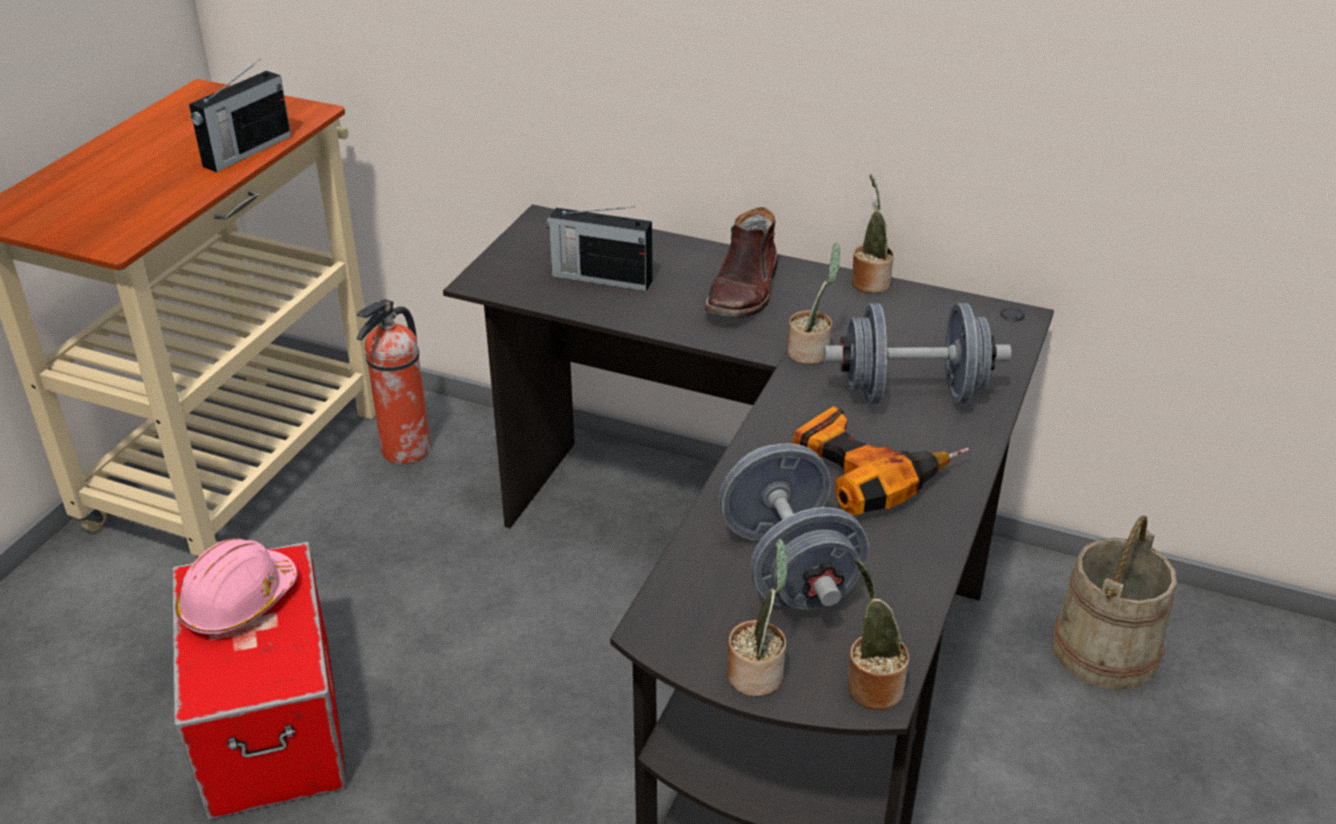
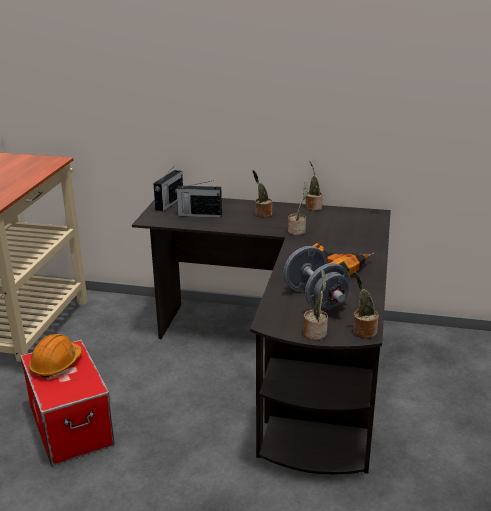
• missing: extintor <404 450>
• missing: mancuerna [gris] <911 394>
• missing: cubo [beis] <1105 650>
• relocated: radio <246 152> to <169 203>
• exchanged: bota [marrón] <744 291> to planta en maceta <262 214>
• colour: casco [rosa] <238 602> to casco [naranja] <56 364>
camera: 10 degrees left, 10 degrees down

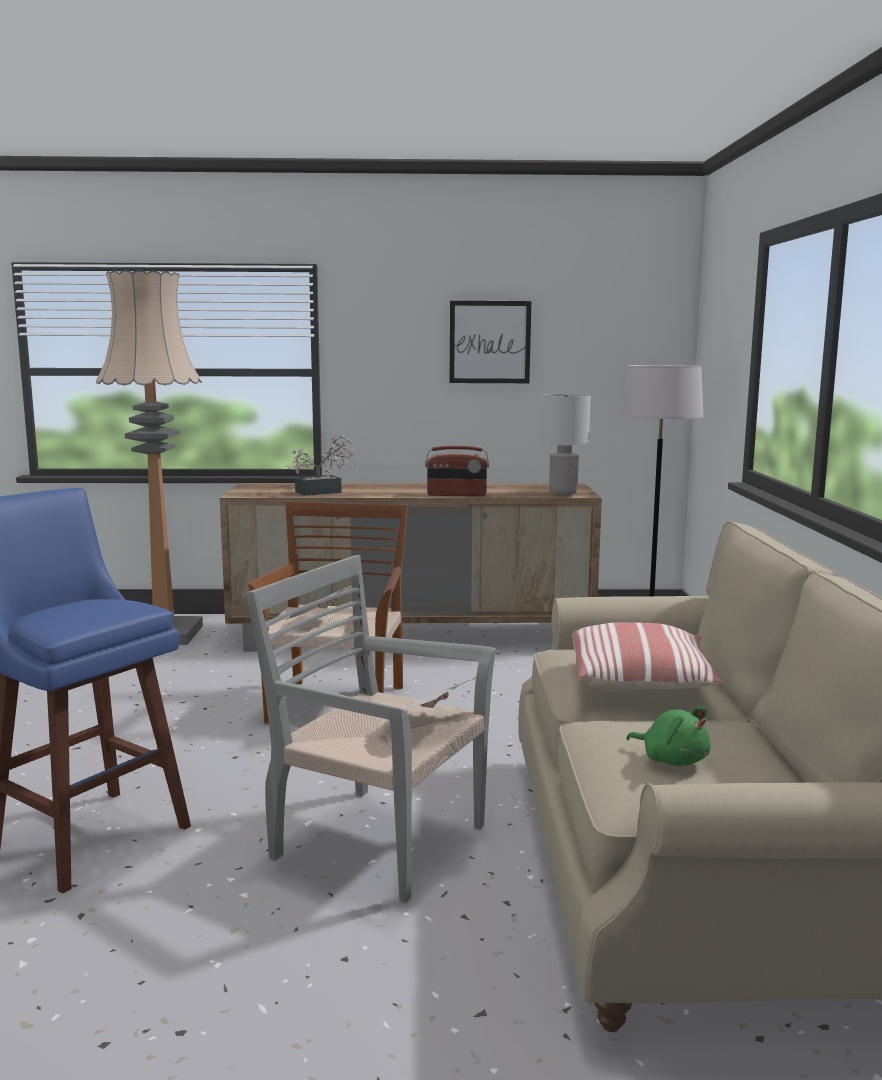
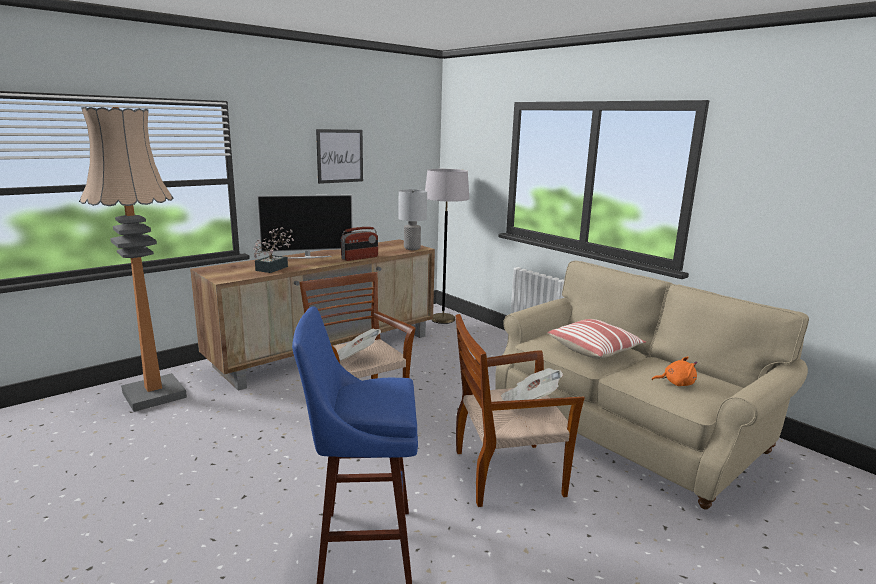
• appeared: televisor <308 257>
• colour: sillón [gris] <378 840> to sillón [marrón] <506 473>
• colour: peluche [verde] <672 760> to peluche [naranja] <676 383>
camera: 40 degrees left, 5 degrees up

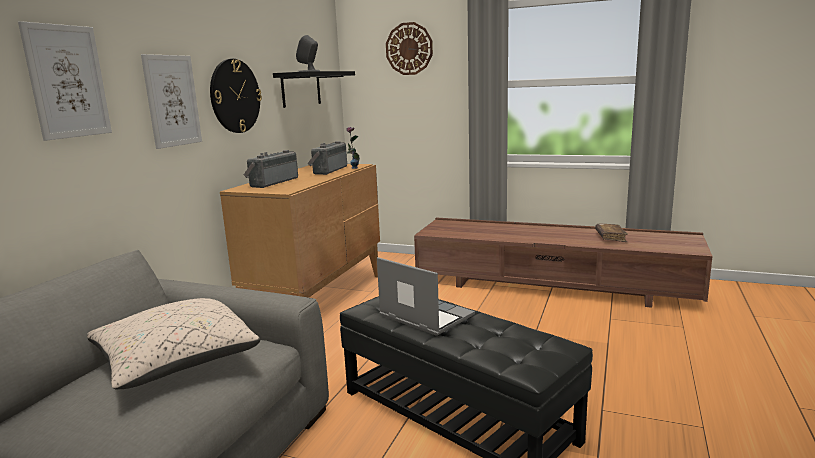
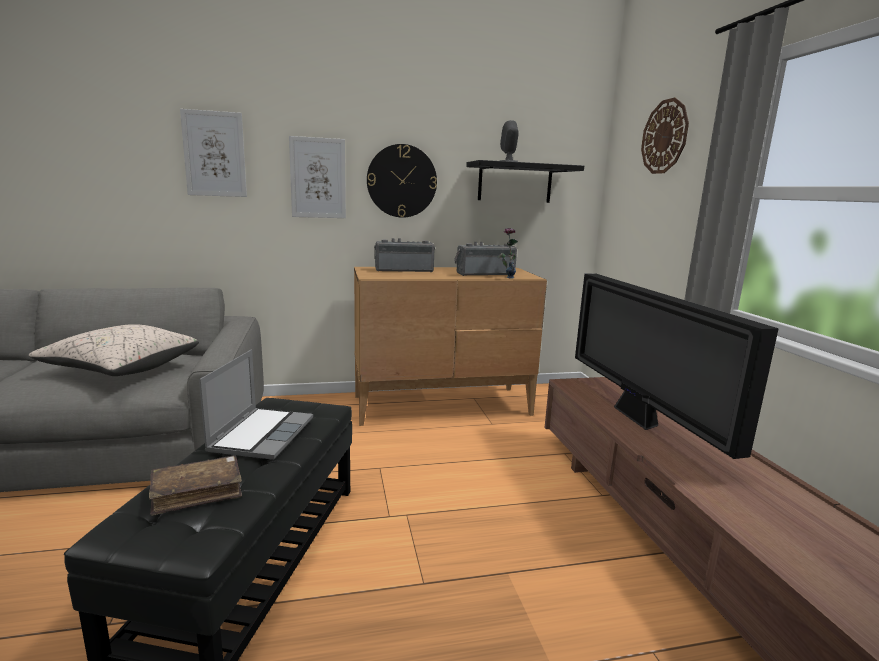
• appeared: televisor <637 419>
• relocated: libro [marrón] <610 237> to <197 492>
camera: 55 degrees right, 0 degrees up

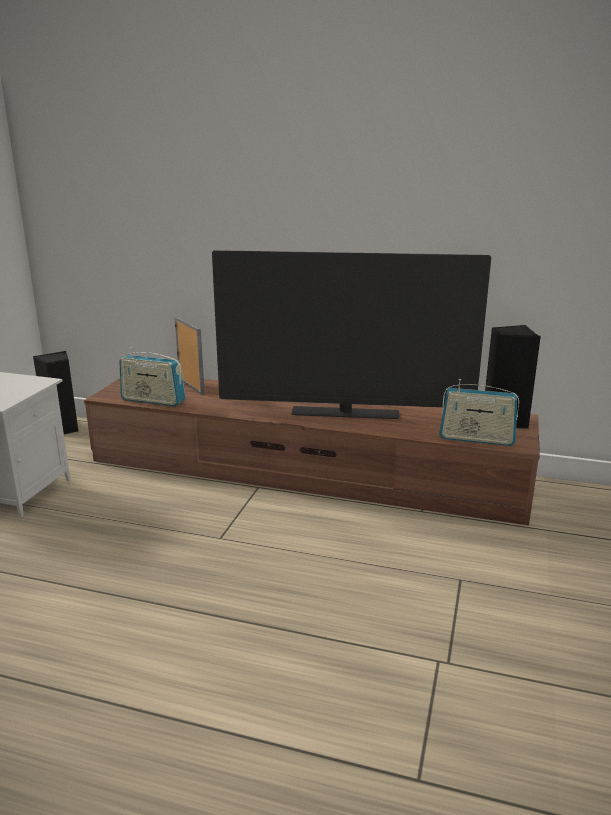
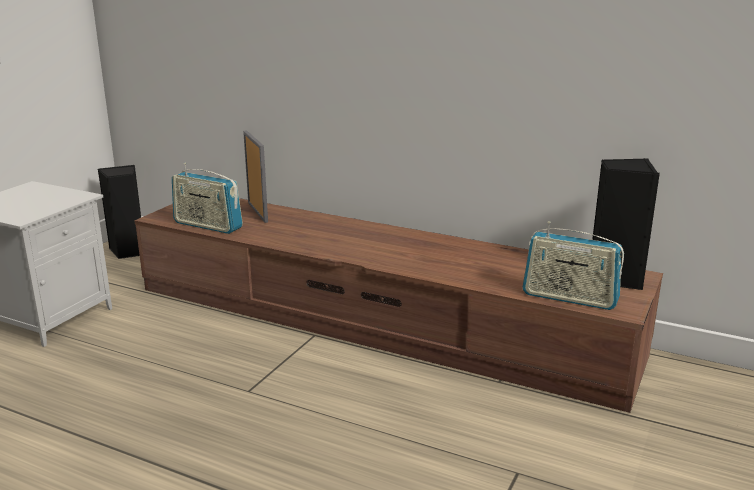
• missing: televisor <345 414>
camera: 10 degrees right, 0 degrees up

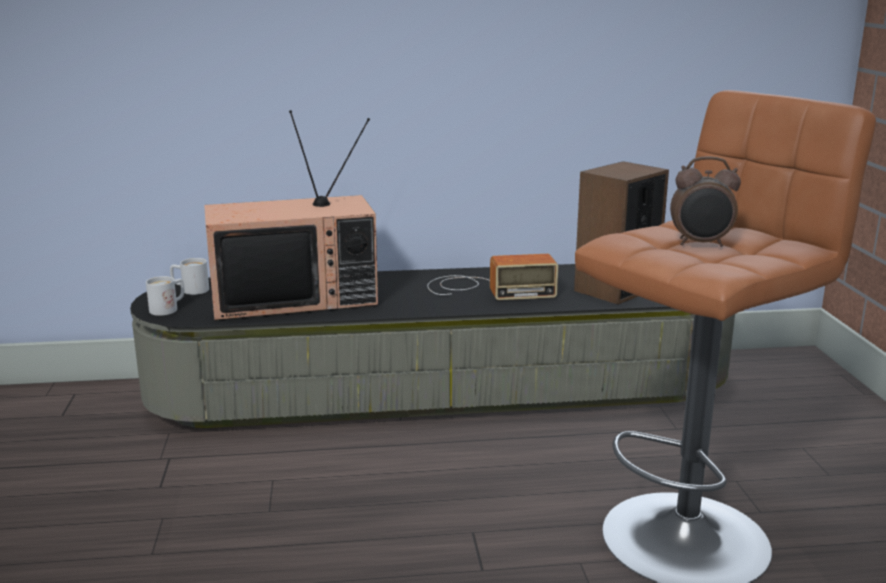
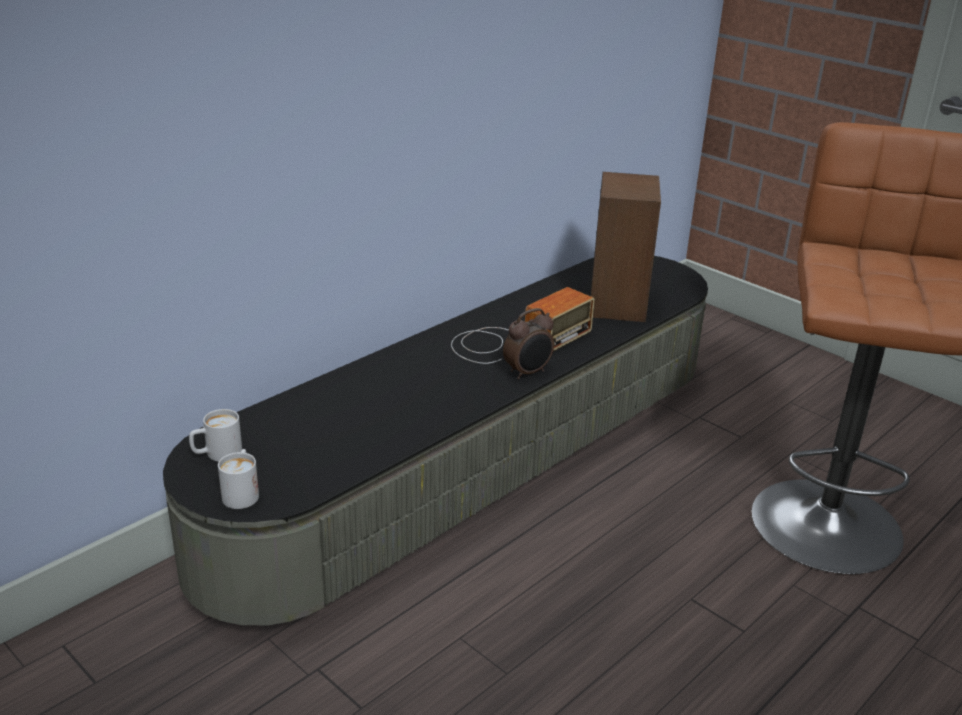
• missing: televisor <296 298>
• relocated: despertador <701 244> to <528 373>
camera: 40 degrees left, 10 degrees up

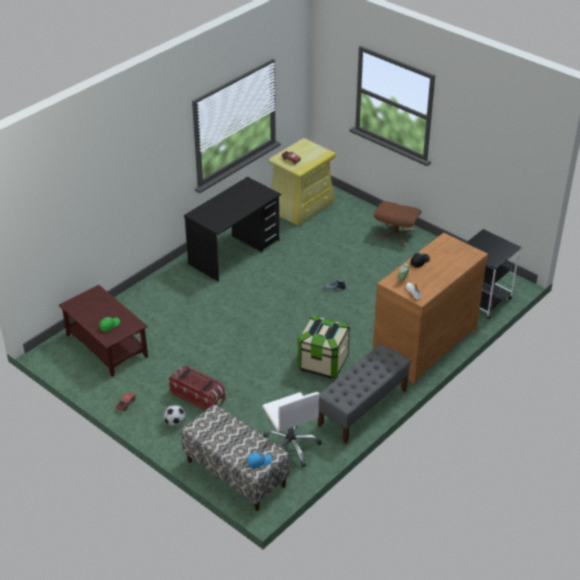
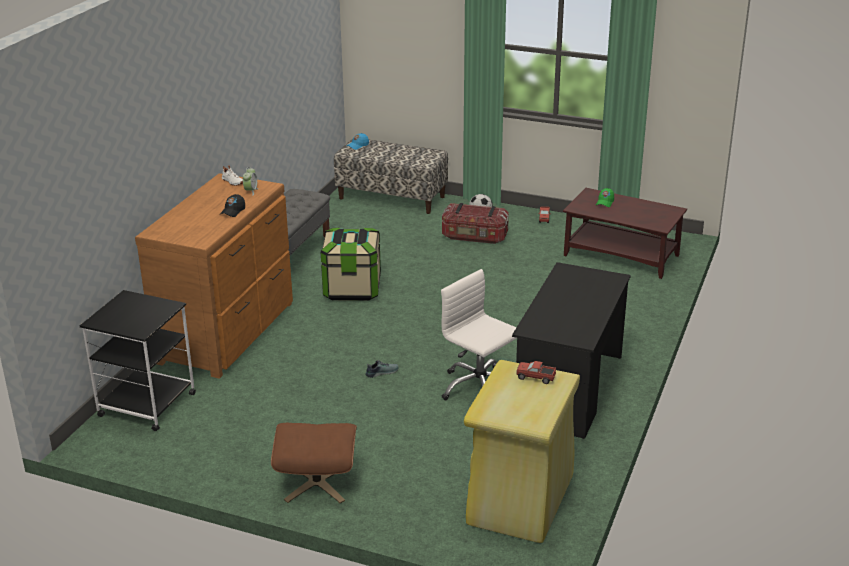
• relocated: silla de oficina [blanco] <291 446> to <479 388>
camera: 160 degrees right, 10 degrees down

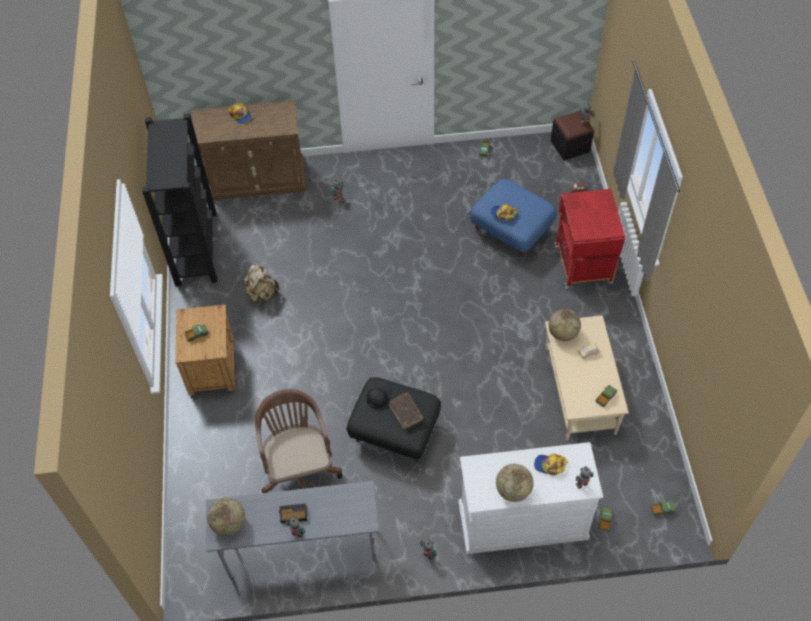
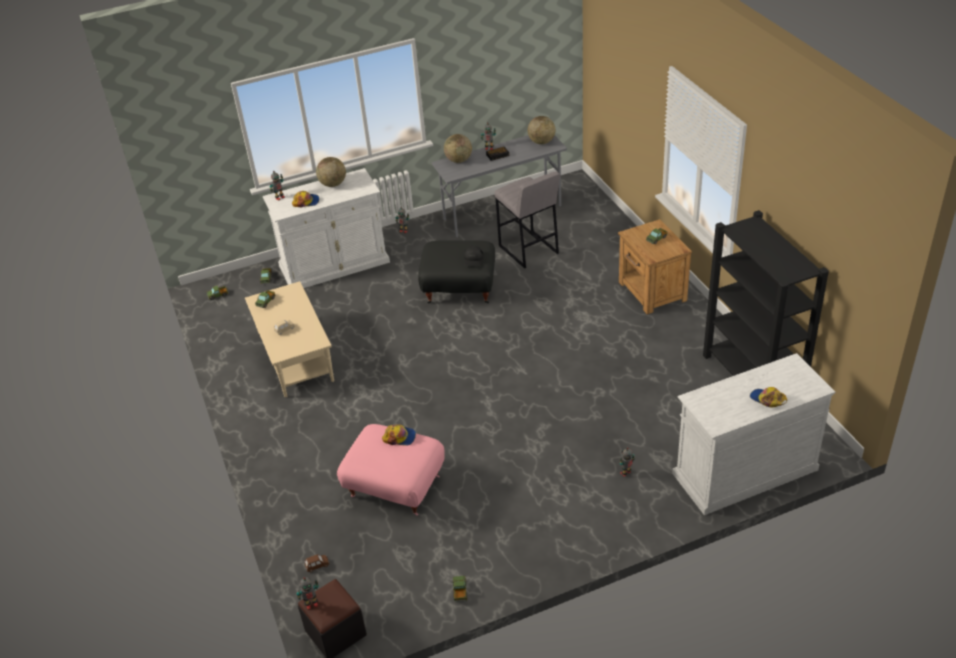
• missing: mochila [beis] <261 294>
• missing: libro [marrón] <405 412>
• missing: carrito [rojo] <583 266>
• relocated: globo terráqueo <563 333> to <458 160>
• exchanged: silla de oficina [marrón] <299 469> to taburete [gris] <529 250>
• colour: cómoda [marrón] <256 179> to cómoda [blanco] <745 472>
• colour: puf [azul] <511 232> to puf [rosa] <394 488>
camera: 165 degrees right, 15 degrees down

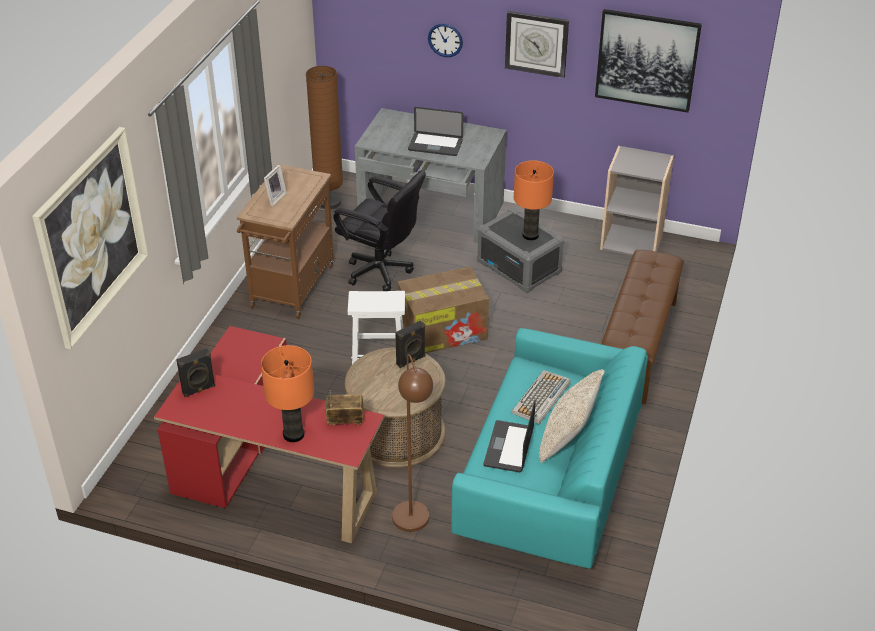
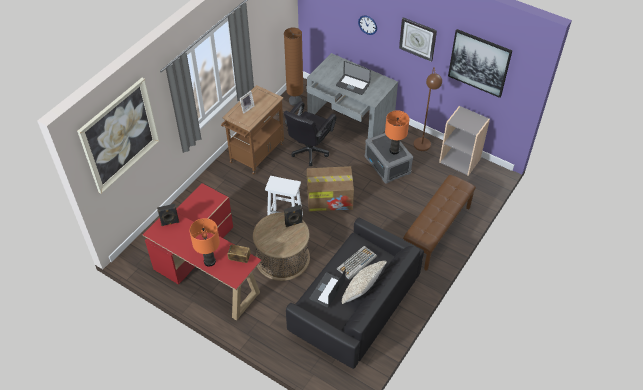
• relocated: lámpara de pie [marrón] <413 526> to <422 149>
• colour: sofá [turquesa] <549 482> to sofá [negro] <354 308>
• spun: silla de oficina [negro] <383 273> = <309 154> 75 degrees clockwise
camera: 15 degrees right, 10 degrees up

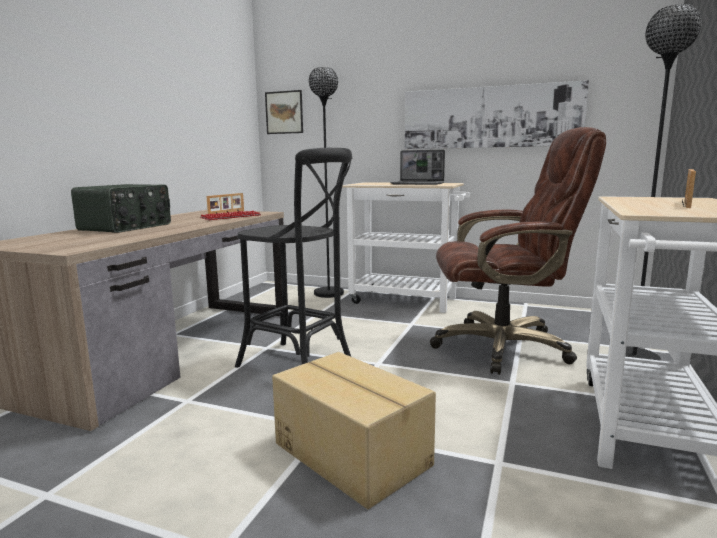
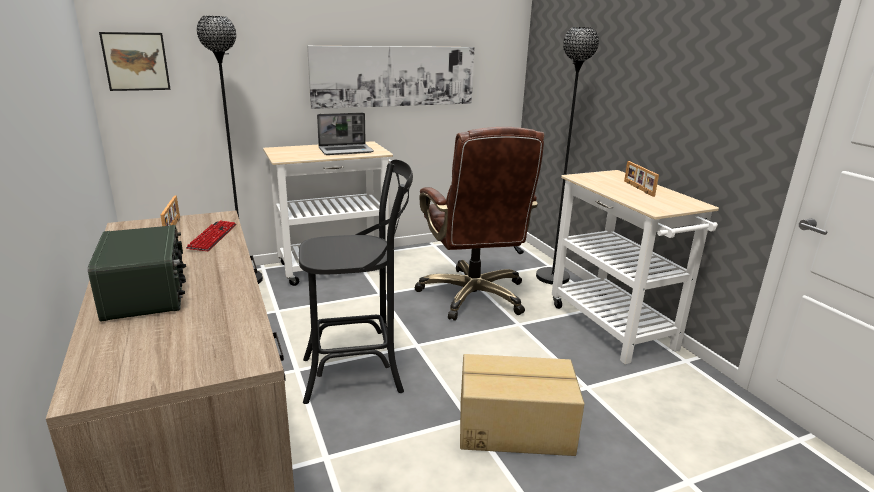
• spun: silla de oficina [marrón] <501 347> = <473 295> 120 degrees clockwise
camera: 45 degrees left, 10 degrees up

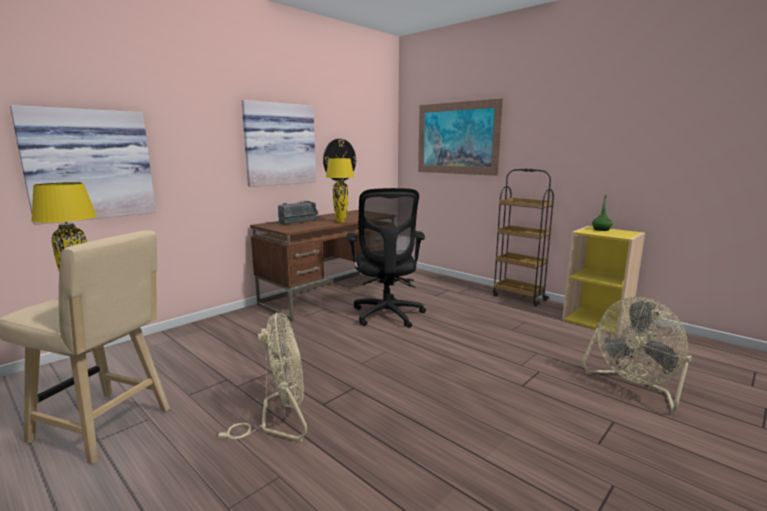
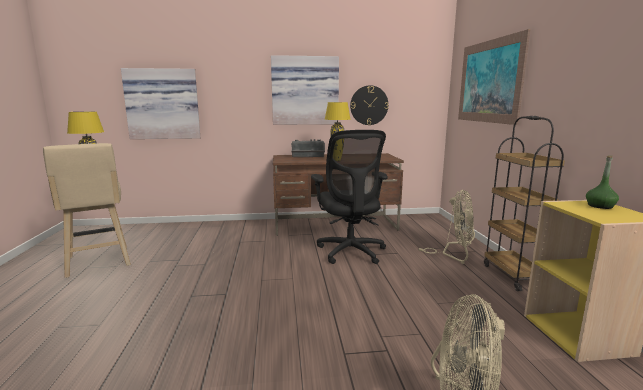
• relocated: ventilador [beis] <278 416> to <453 251>
• spun: silla de oficina [negro] <386 313> = <348 250> 45 degrees counterclockwise
camera: 40 degrees right, 0 degrees up

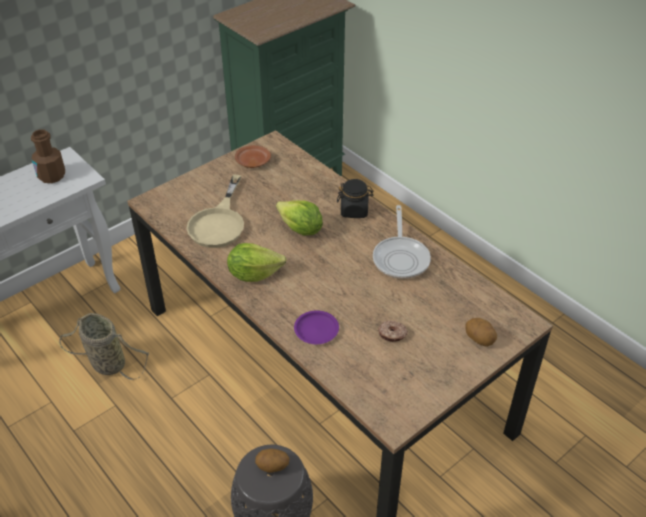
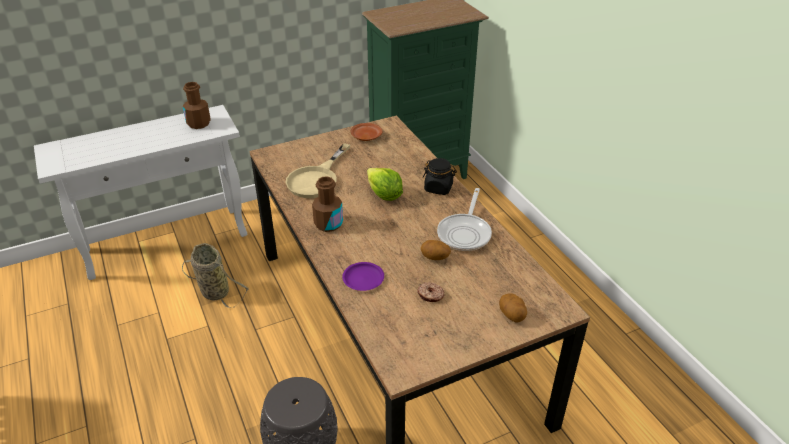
• relocated: patata <272 467> to <435 258>
• exchanged: lechuga <254 274> to botella [marrón] <328 224>
camera: 15 degrees right, 5 degrees down

